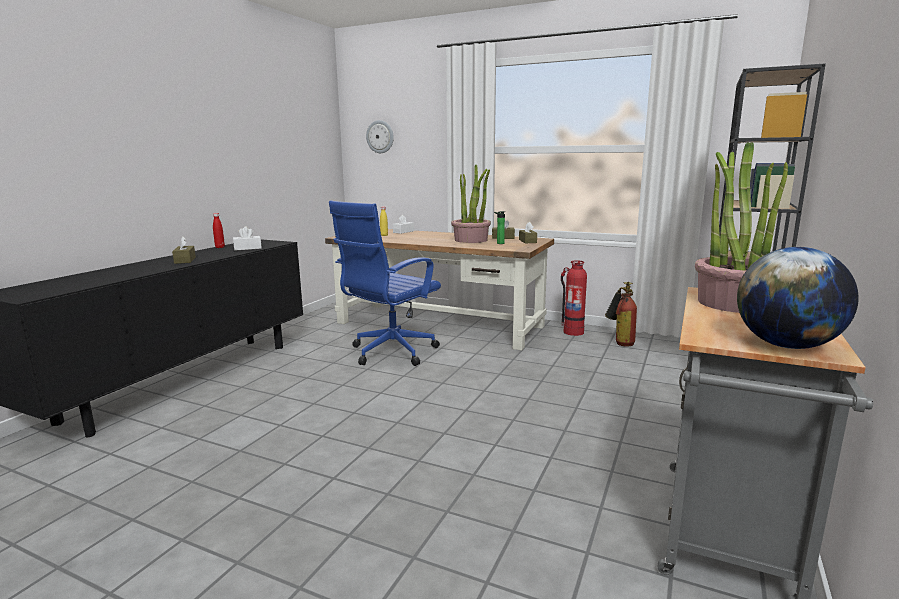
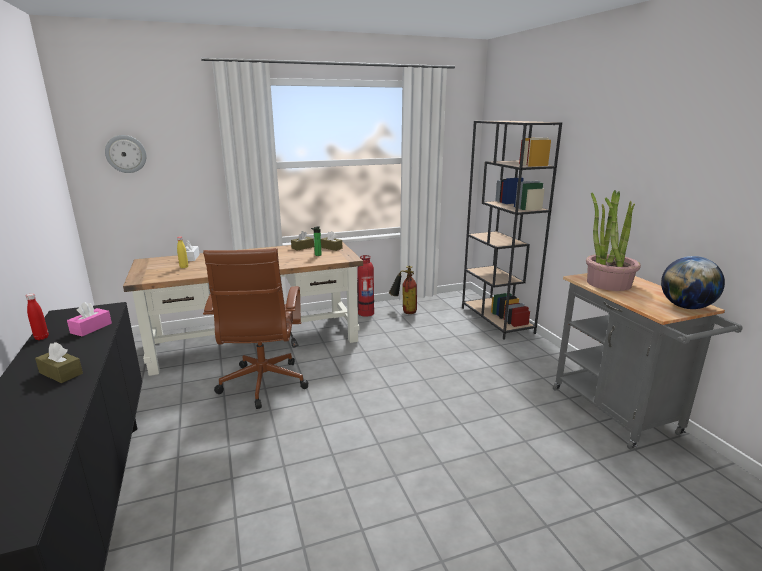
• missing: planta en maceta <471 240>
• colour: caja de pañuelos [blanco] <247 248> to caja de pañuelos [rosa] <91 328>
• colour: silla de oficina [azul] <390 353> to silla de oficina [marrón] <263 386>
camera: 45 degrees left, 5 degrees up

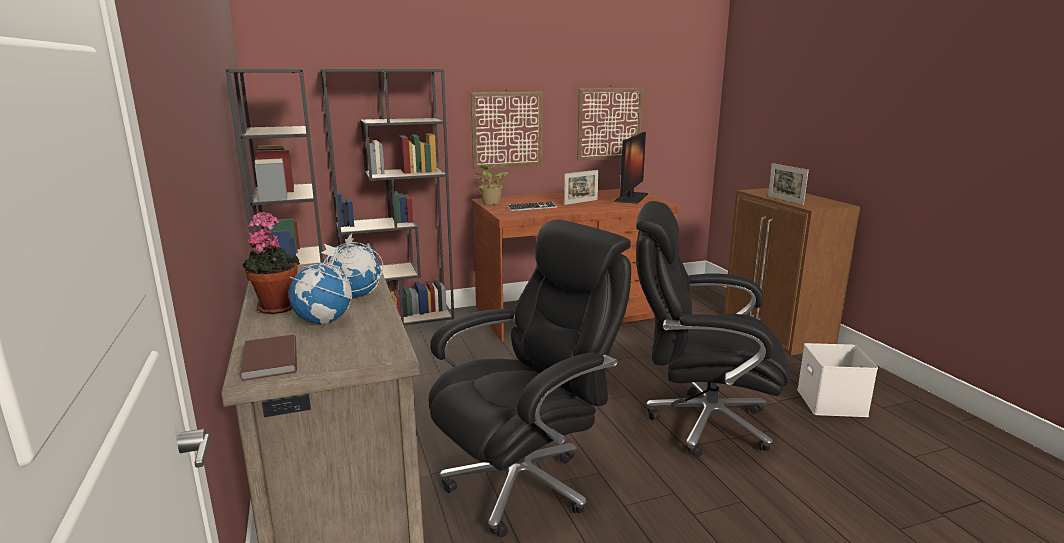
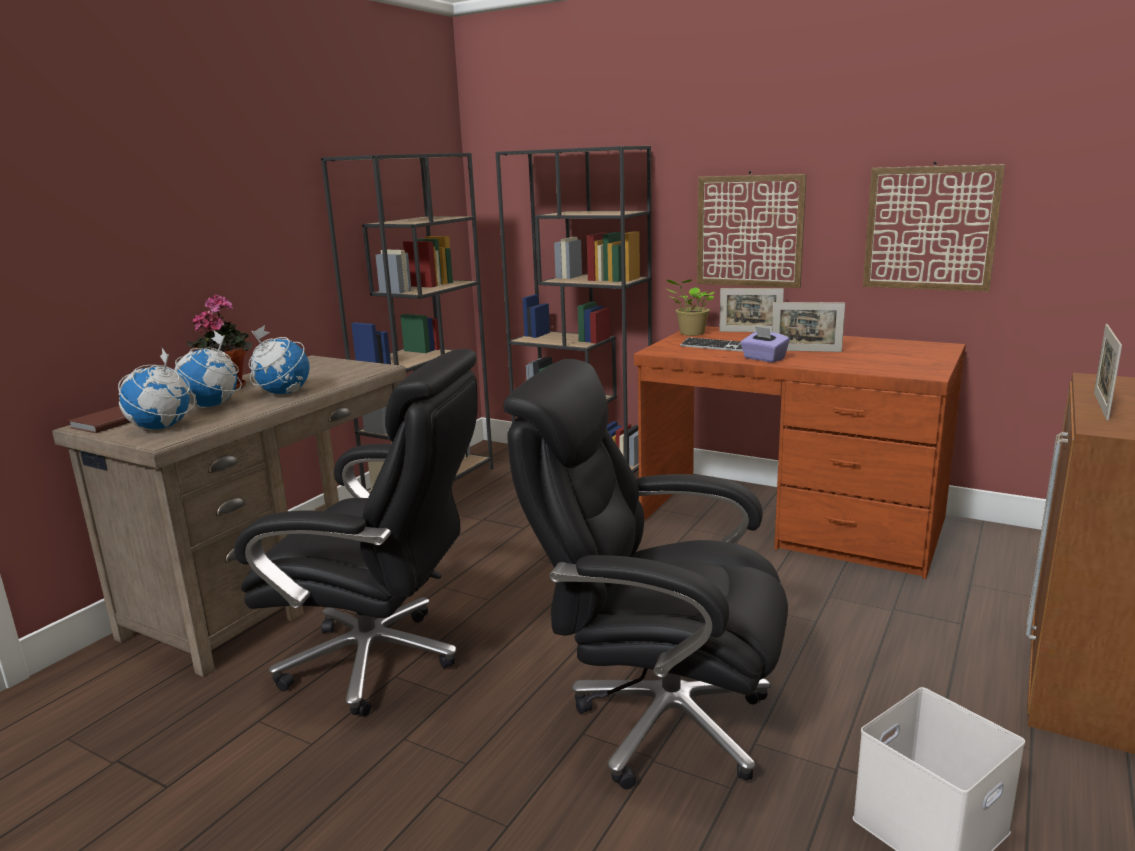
• missing: monitor <631 198>
• appeared: globo terráqueo <162 428>
• appeared: portarretratos <750 332>
• appeared: caja de pañuelos [morado] <763 358>
• spun: silla de oficina [negro] <701 423> = <658 722> 45 degrees counterclockwise
camera: 50 degrees right, 0 degrees up

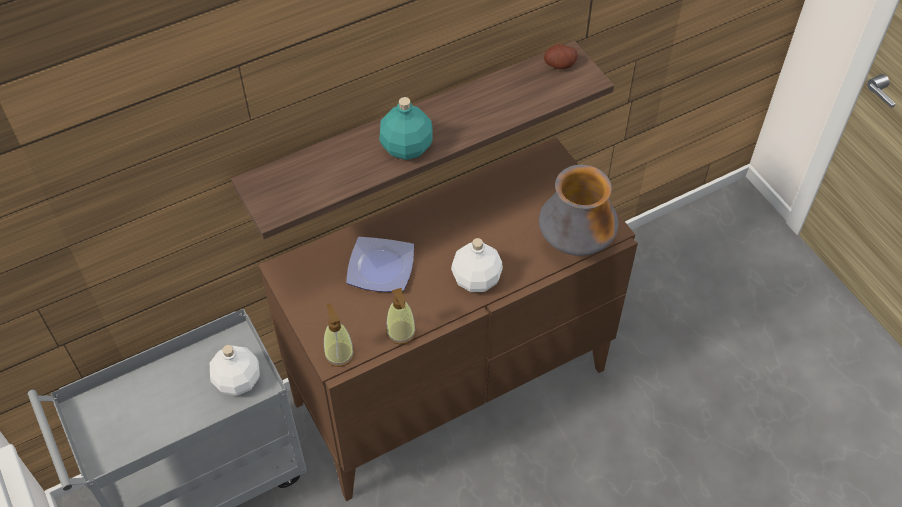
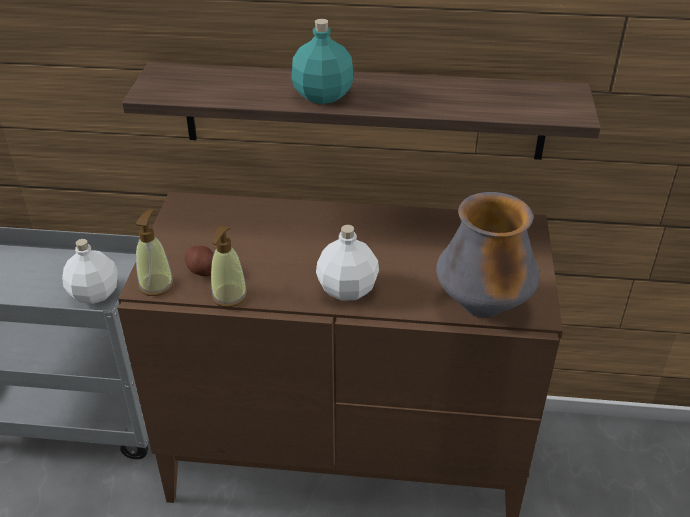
• missing: plato <381 269>
• relocated: patata <560 64> to <203 271>
camera: 35 degrees right, 15 degrees down

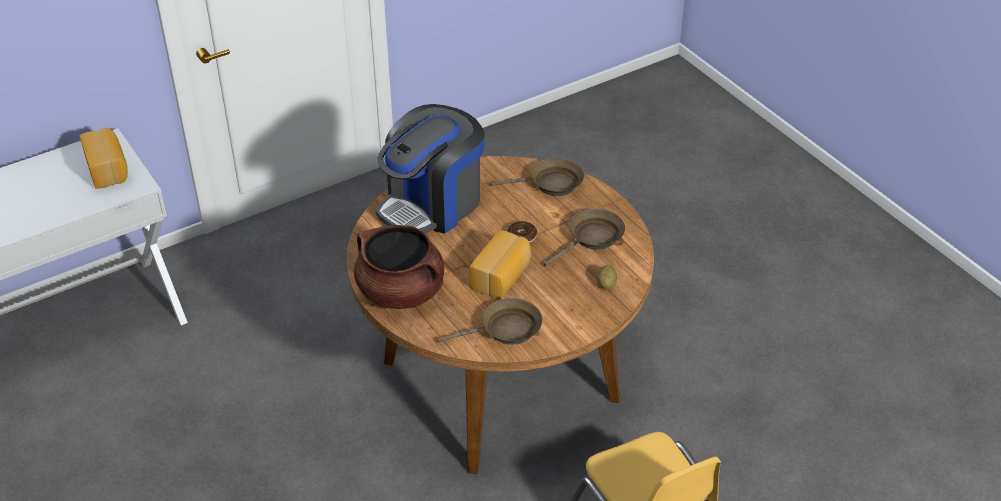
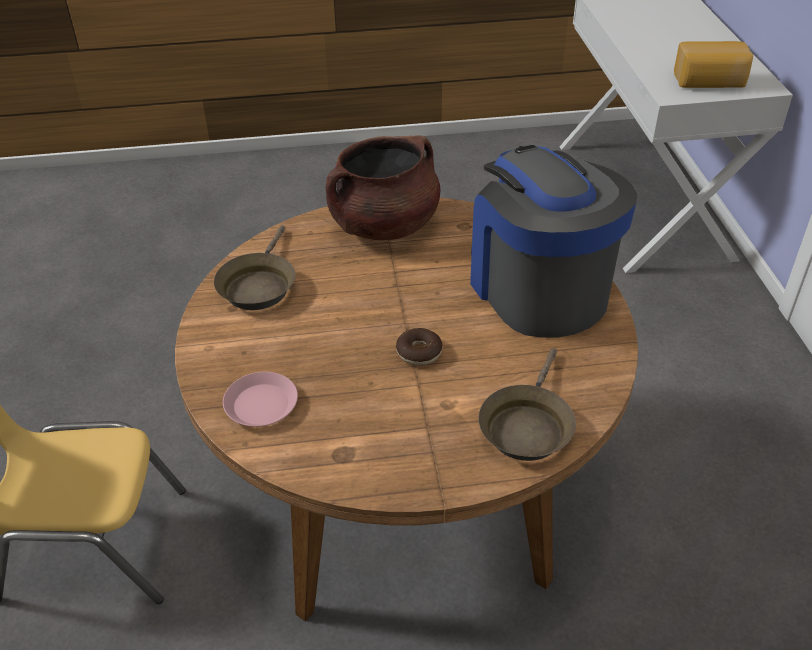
• missing: pan <502 277>
• missing: sartén [marrón] <592 238>
• exchanged: patata <606 284> to plato [rosa] <261 404>
camera: 115 degrees right, 0 degrees up

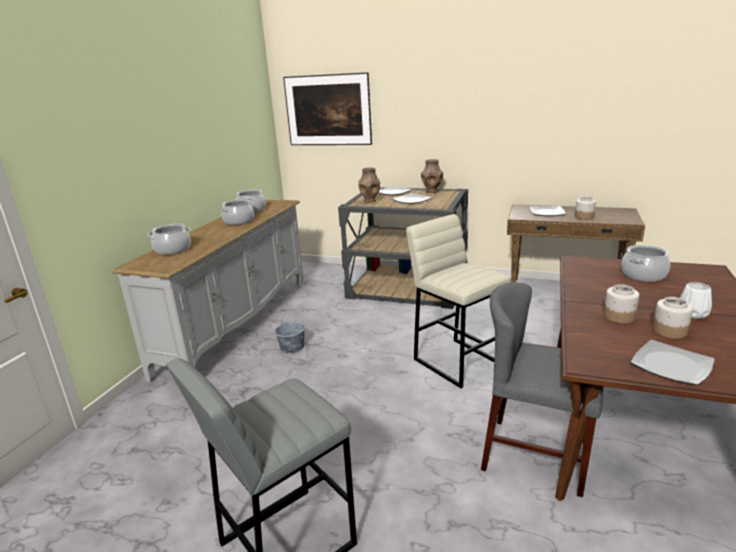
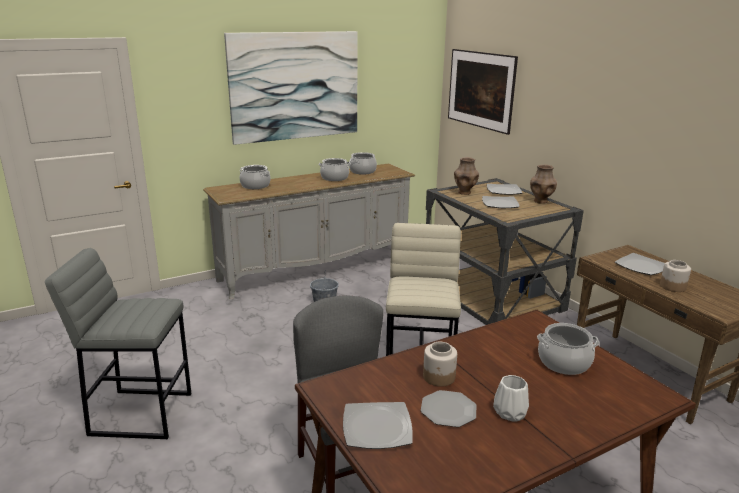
• appeared: cuadro <295 86>
• exchanged: tarro <670 331> to plato <448 410>
camera: 40 degrees right, 0 degrees up

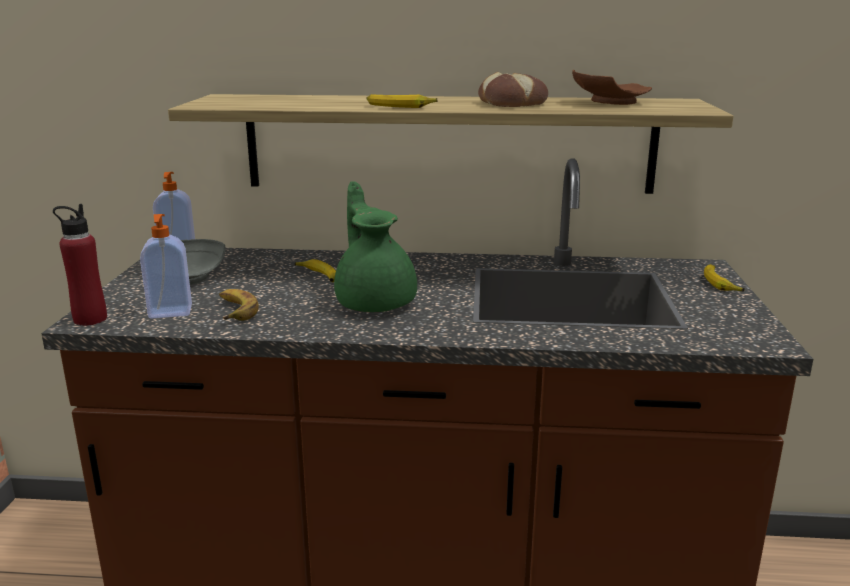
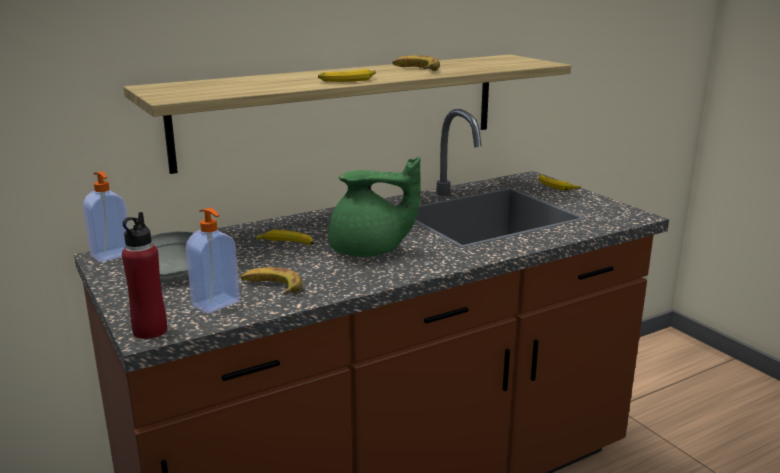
• missing: plato [marrón] <608 102>
• exchanged: pan <513 103> to plátano <415 69>
• spun: tetera [verde] <375 302> = <369 251> 150 degrees clockwise
camera: 35 degrees left, 0 degrees up

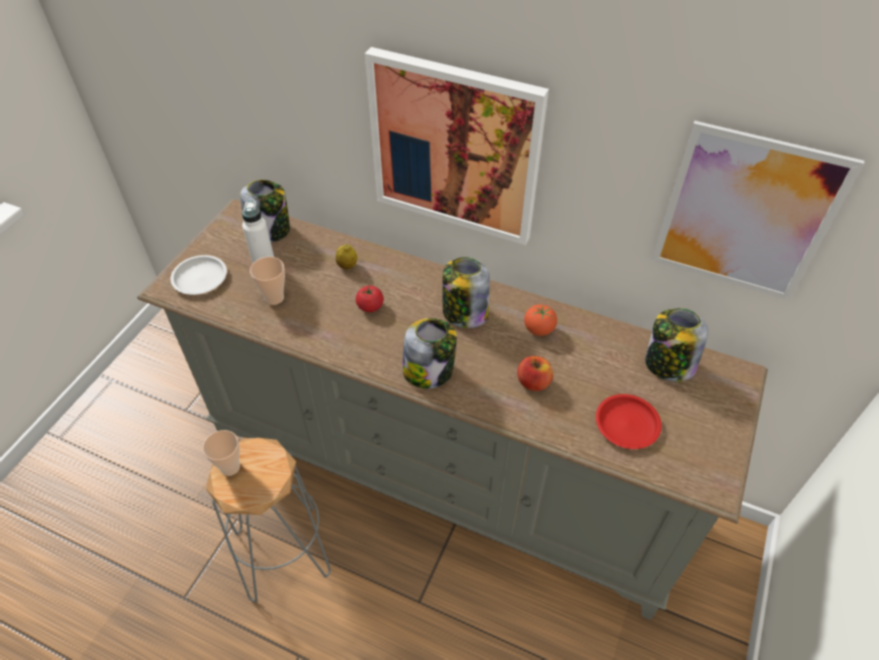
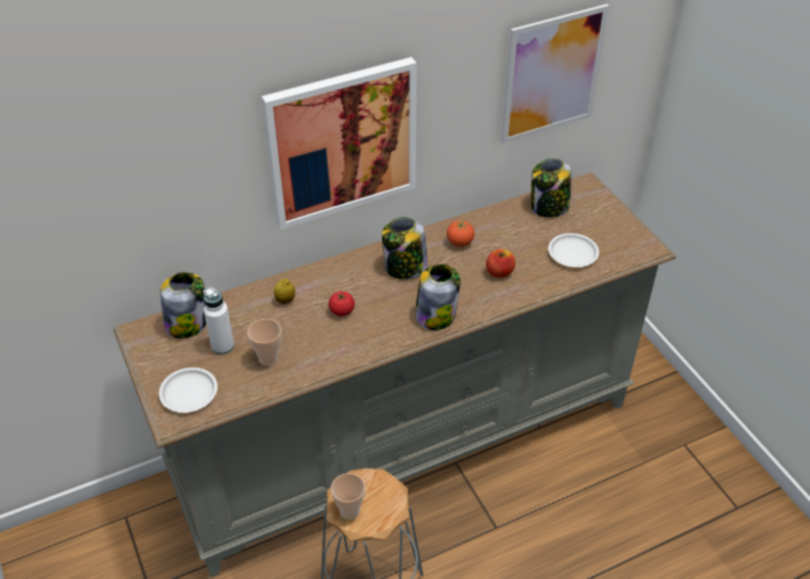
• colour: plato [rojo] <627 424> to plato [blanco] <573 253>
camera: 50 degrees left, 5 degrees down

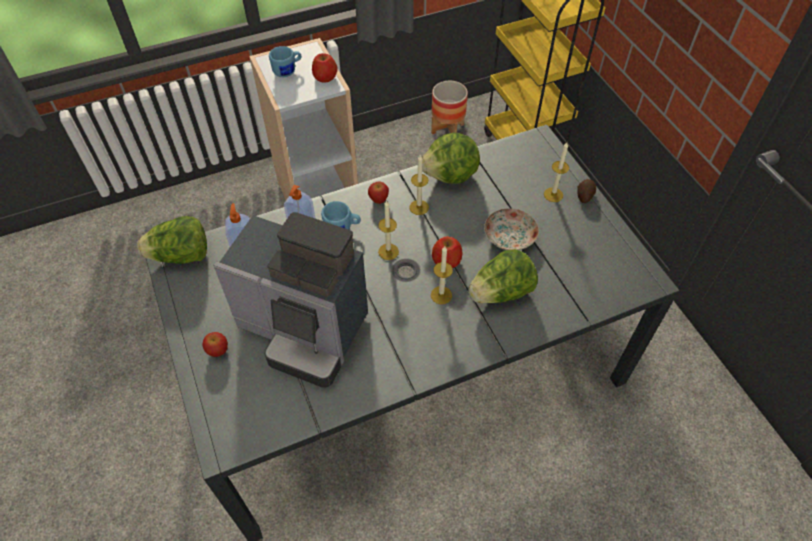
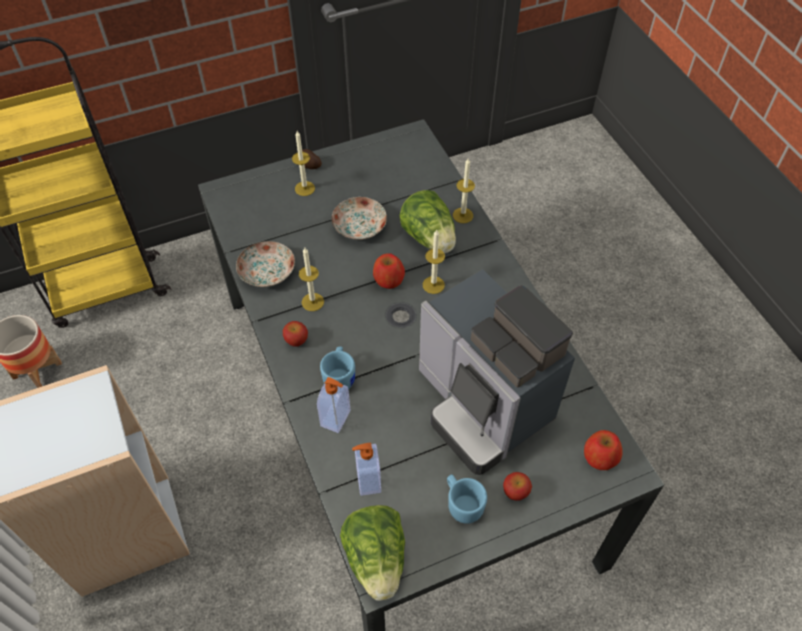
• relocated: taza grande [azul] <288 71> to <462 503>
• relocated: manzana <325 76> to <600 456>
• relocated: vela <388 251> to <462 215>
• exchanged: lechuga <450 176> to plato <267 272>
• spun: cafetera <305 330> = <482 405> 120 degrees clockwise
camera: 90 degrees left, 0 degrees up

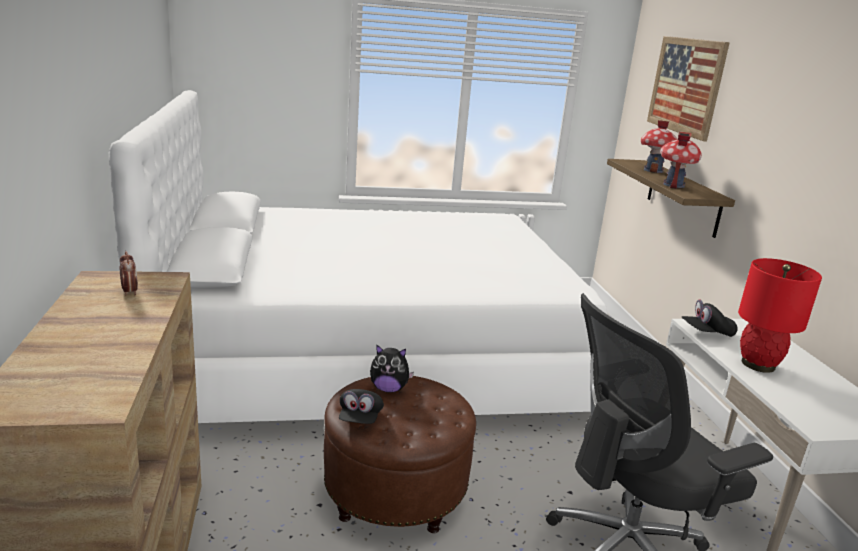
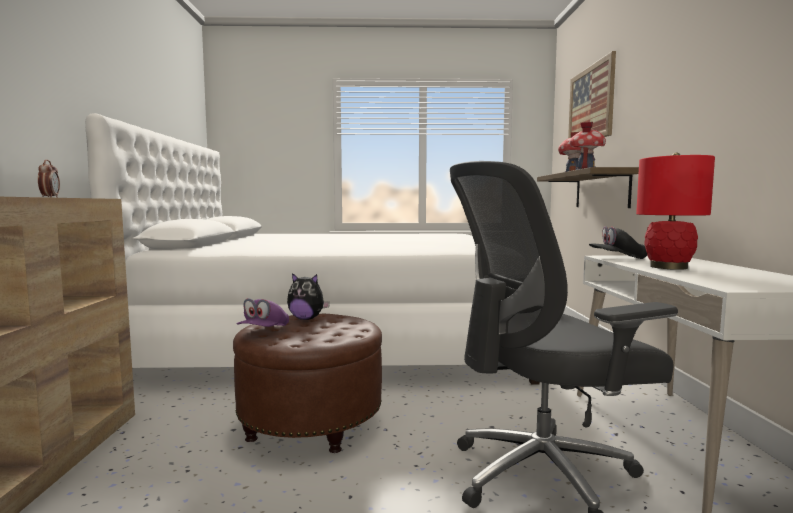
• colour: gorra [negro] <360 418> to gorra [morado] <264 331>
camera: 10 degrees right, 15 degrees down

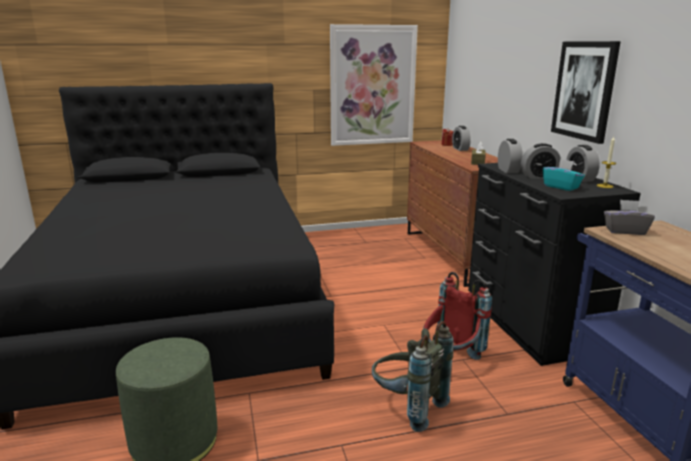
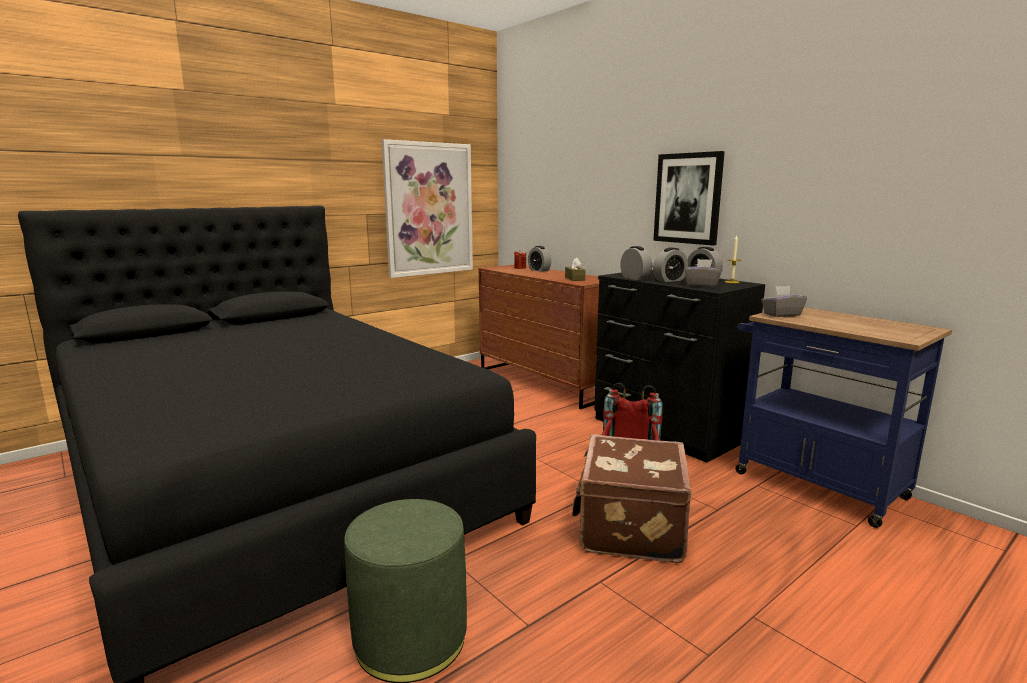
• exchanged: mochila [gris] <407 407> to maleta [marrón] <629 528>
• colour: caja de pañuelos [turquesa] <561 187> to caja de pañuelos [gris] <702 285>
camera: 25 degrees left, 5 degrees down

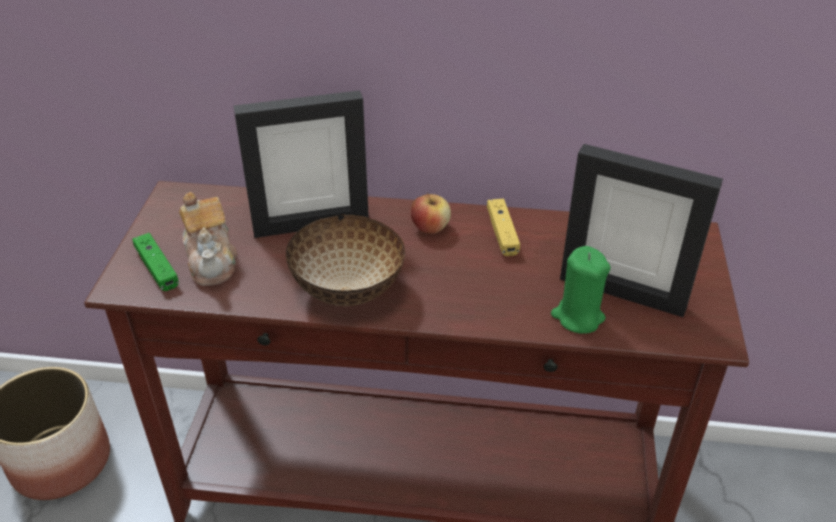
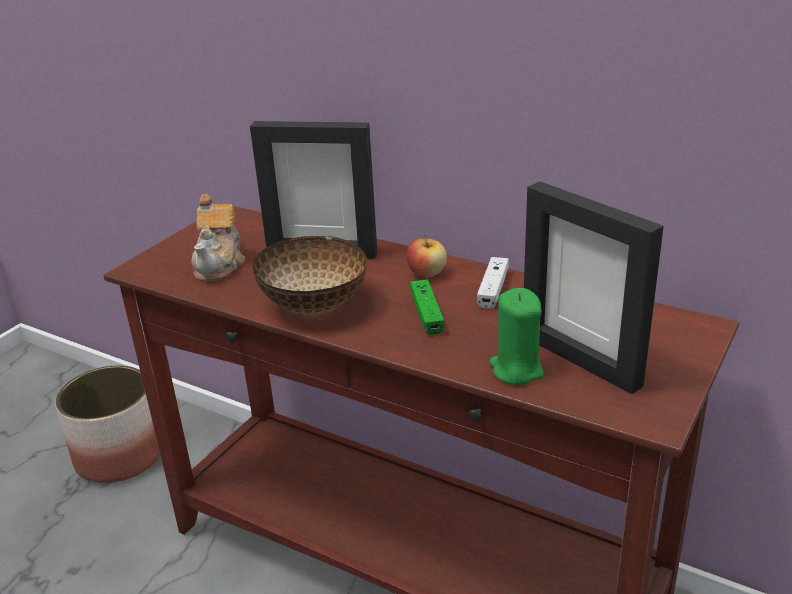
• relocated: mando de consola [verde] <157 268> to <426 314>
• colour: mando de consola [amarillo] <502 233> to mando de consola [blanco] <493 289>
camera: 25 degrees right, 10 degrees down

